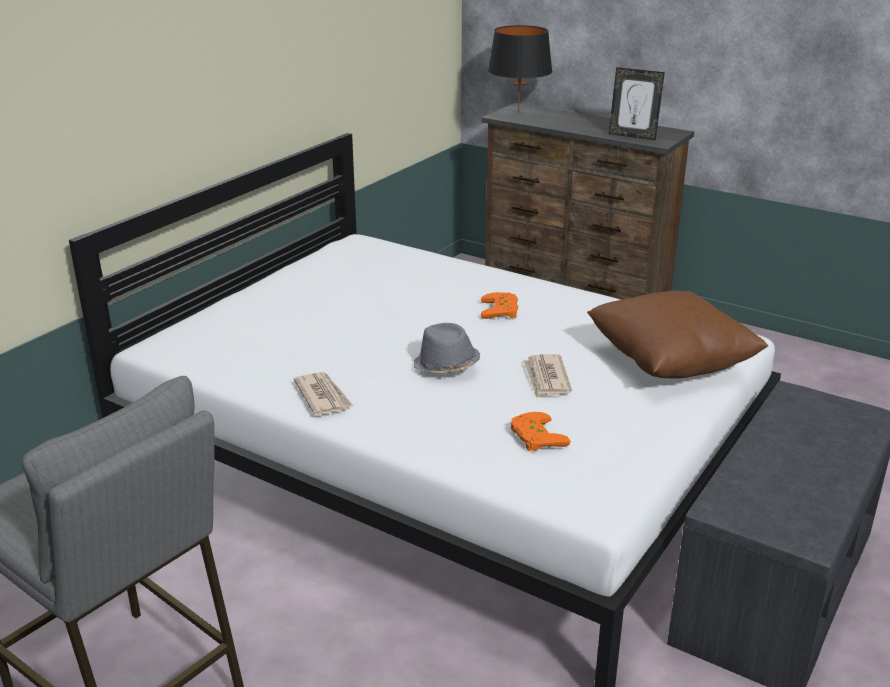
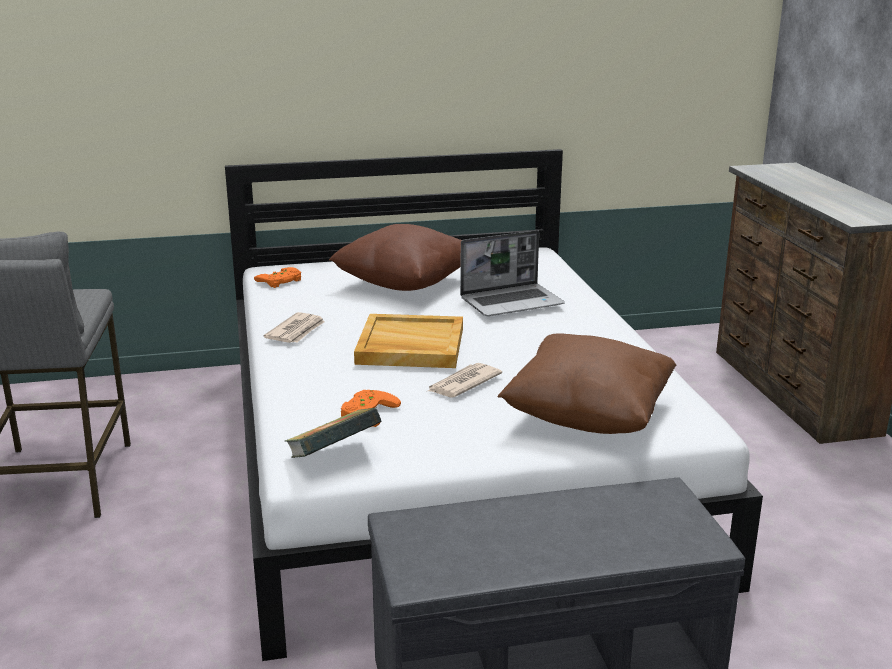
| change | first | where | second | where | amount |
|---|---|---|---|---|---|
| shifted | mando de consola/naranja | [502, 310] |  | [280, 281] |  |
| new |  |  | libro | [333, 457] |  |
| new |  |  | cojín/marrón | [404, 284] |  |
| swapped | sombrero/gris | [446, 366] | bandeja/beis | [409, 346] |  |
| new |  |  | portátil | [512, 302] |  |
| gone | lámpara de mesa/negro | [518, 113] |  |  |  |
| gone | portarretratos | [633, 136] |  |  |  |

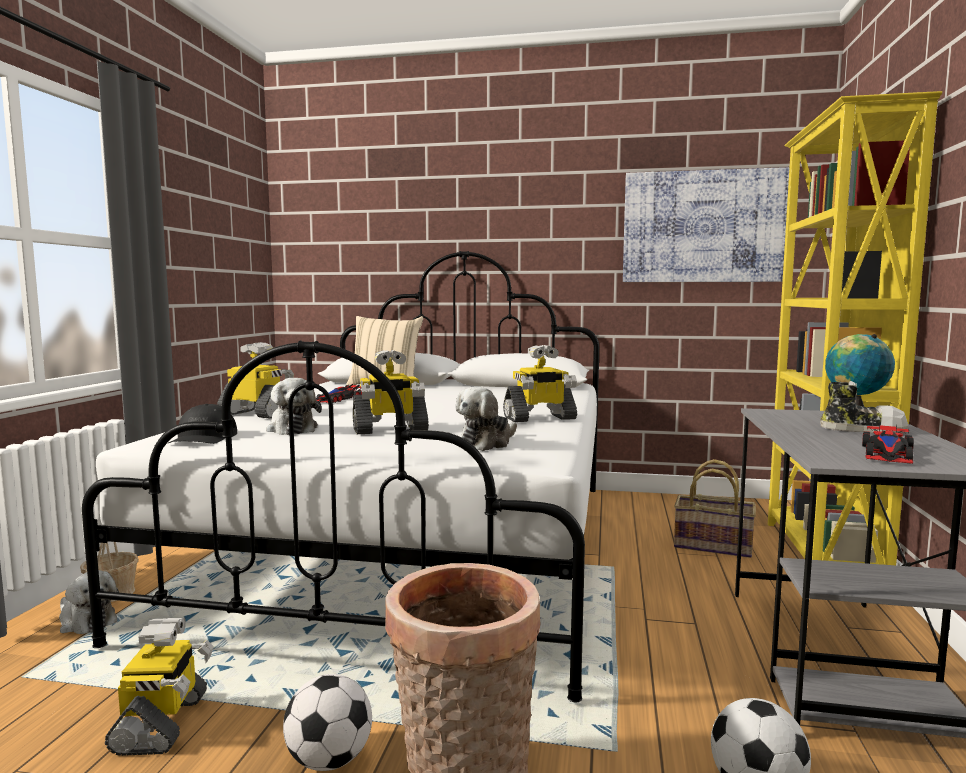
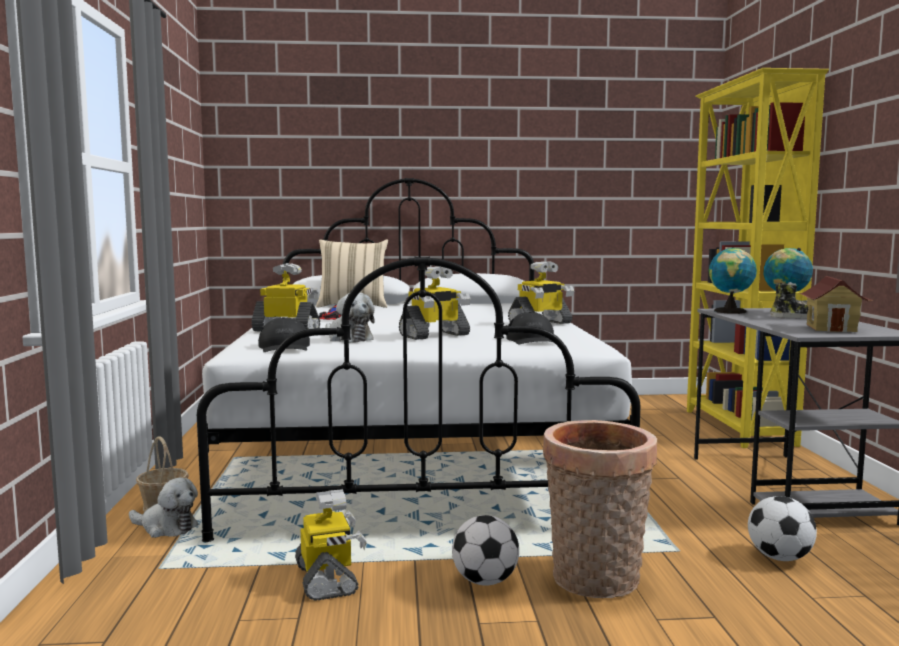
| change | first | where | second | where | amount |
|---|---|---|---|---|---|
| swapped | peluche | [487, 443] | gorra/negro | [532, 340] |  |
| new |  |  | globo terráqueo | [730, 312] |  |
| swapped | coche de juguete | [887, 453] | casita | [831, 328] |  |
| gone | cuadro | [706, 227] |  |  |  |
| gone | cesta | [713, 545] |  |  |  |

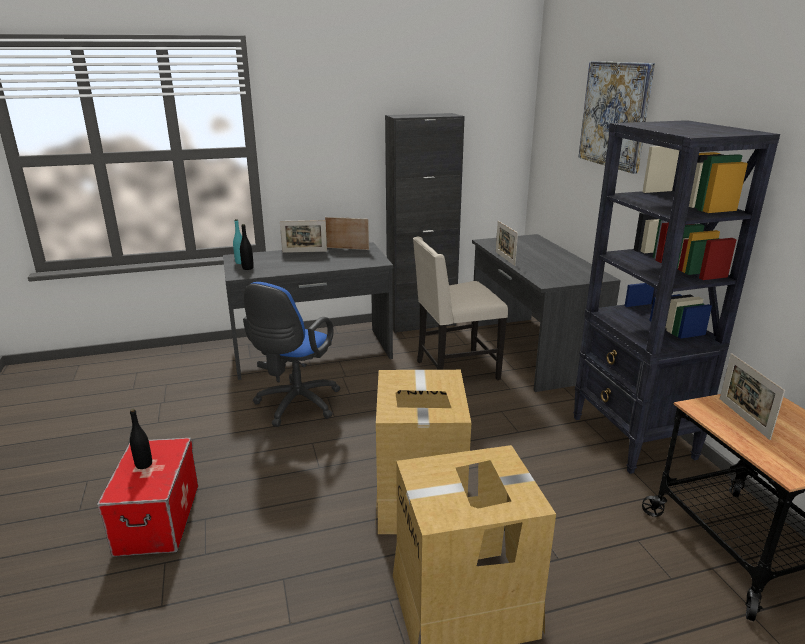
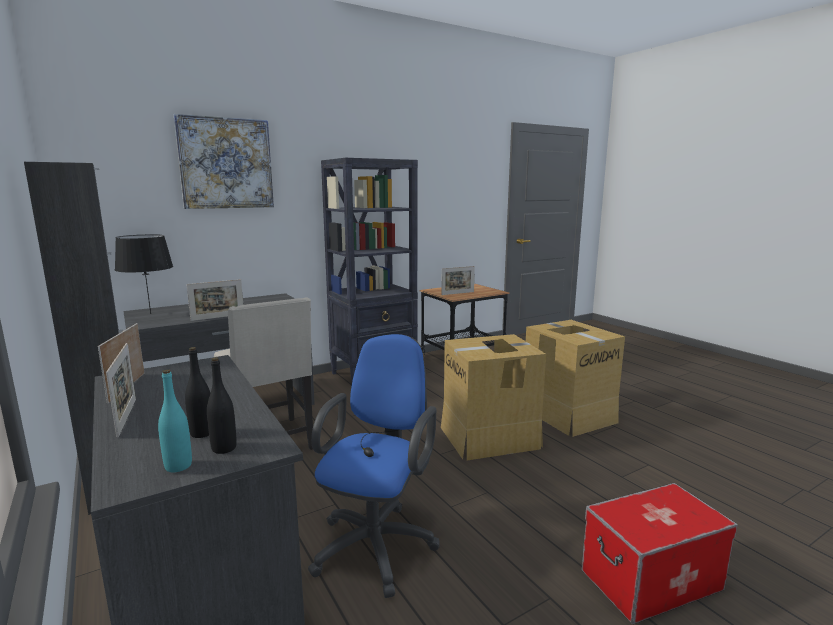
| change | first | where | second | where | amount |
|---|---|---|---|---|---|
| new |  |  | lámpara de mesa/negro | [151, 313] |  |
| shifted | botella/negro | [144, 464] |  | [202, 433] |  |
| rotated | silla de oficina/azul | [295, 406] |  | [377, 542] | 75 degrees counterclockwise |

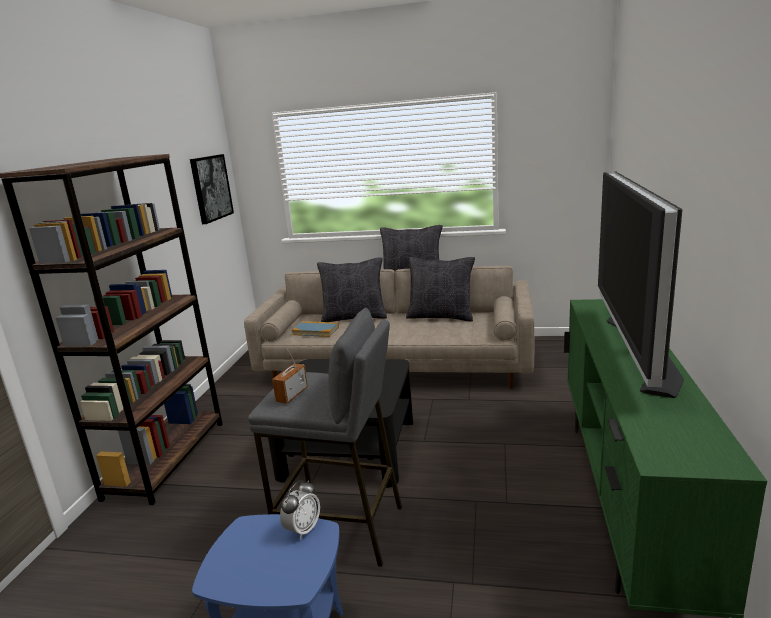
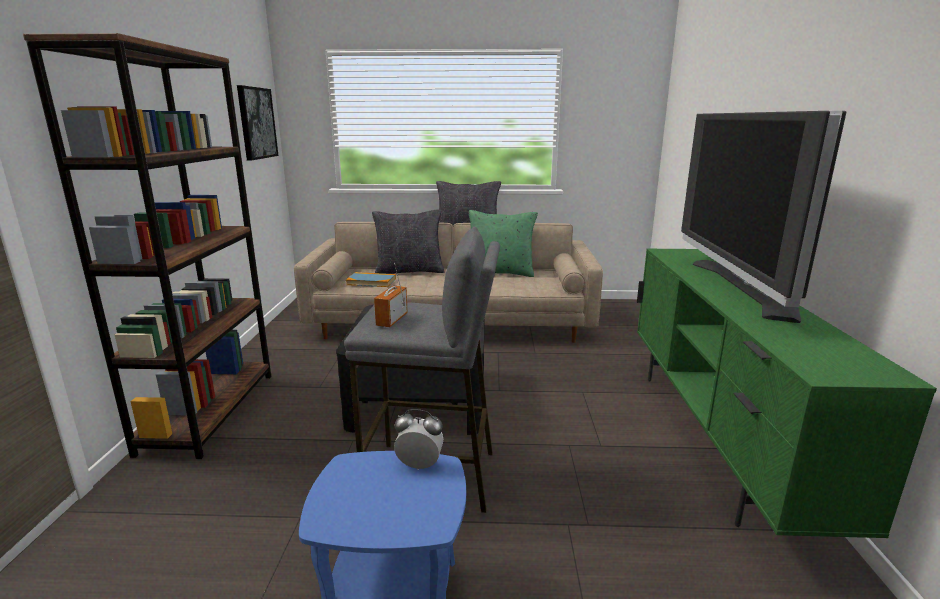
| change | first | where | second | where | amount |
|---|---|---|---|---|---|
| rotated | despertador | [303, 529] |  | [419, 465] | 105 degrees counterclockwise |
| repainted | cojín/negro | [441, 316] | cojín/verde | [500, 272] |  |

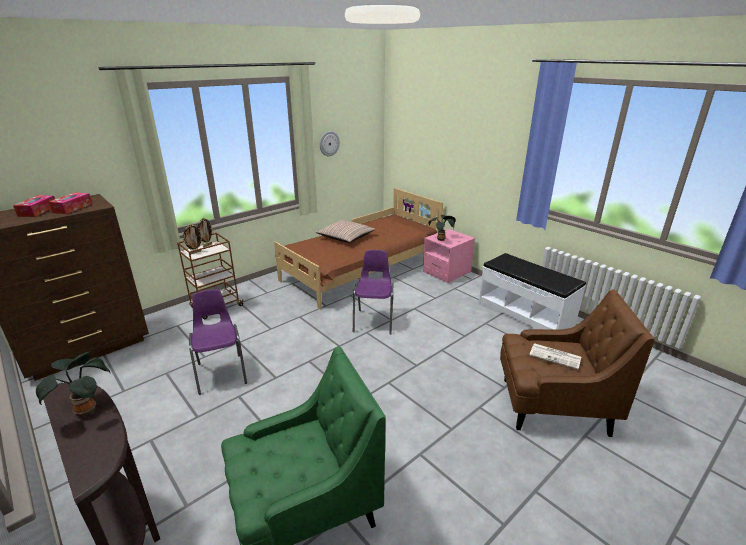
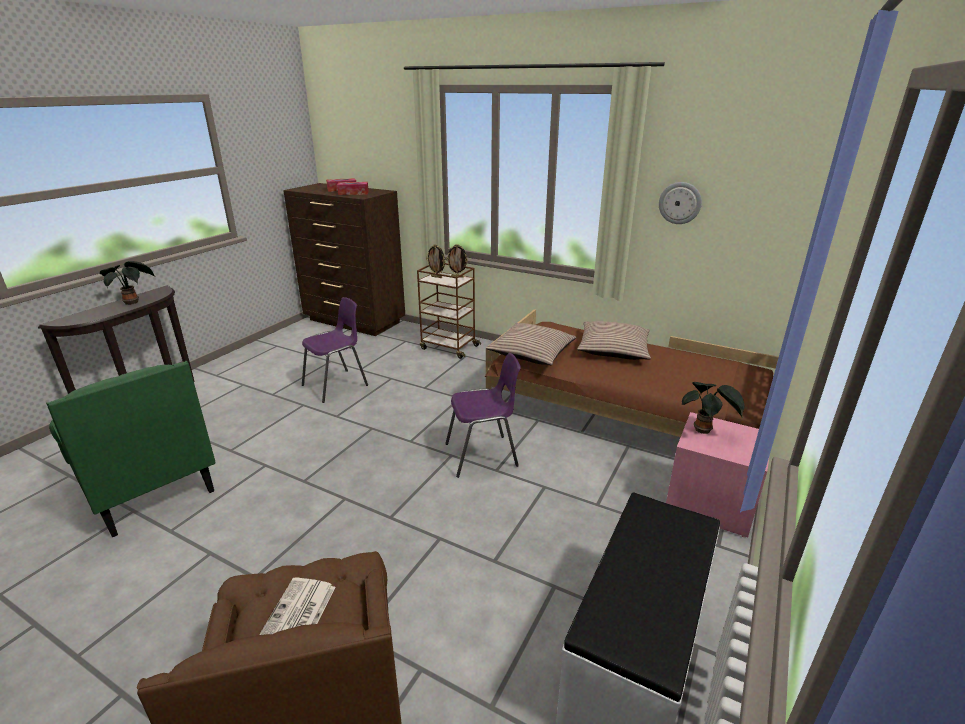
| change | first | where | second | where | amount |
|---|---|---|---|---|---|
| new |  |  | cojín | [532, 352] |  |

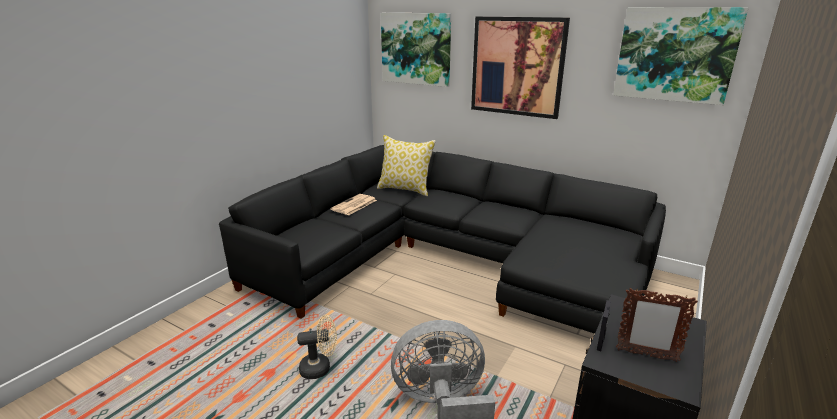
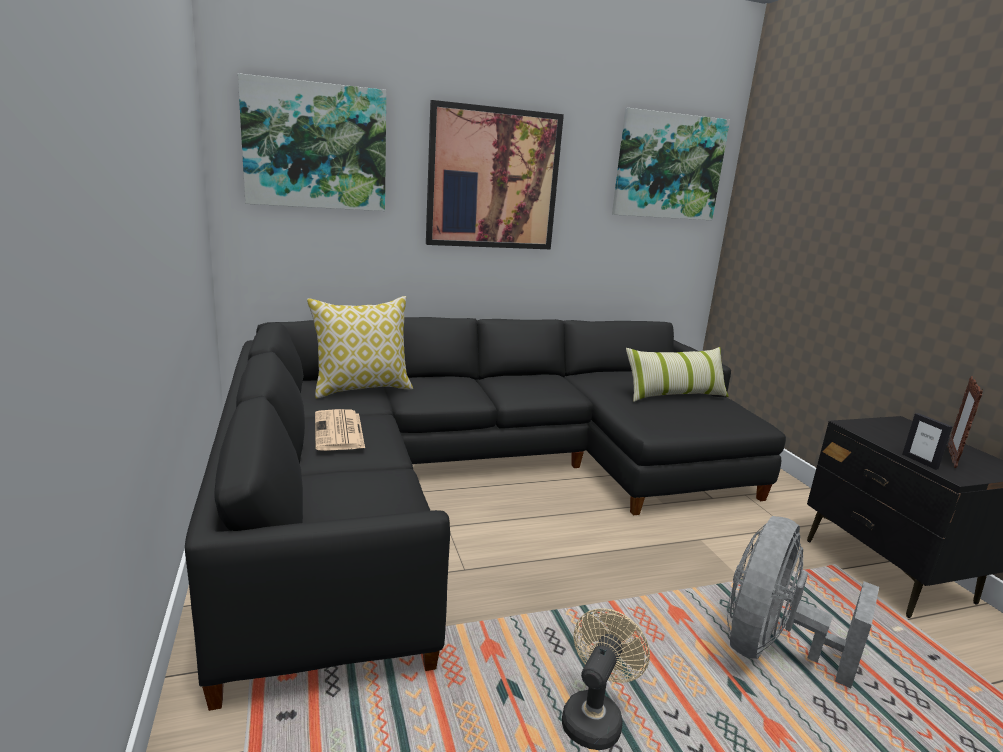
| change | first | where | second | where | amount |
|---|---|---|---|---|---|
| new |  |  | cojín | [675, 395] |  |
| rotated | portarretratos | [646, 355] |  | [951, 457] | 150 degrees clockwise |

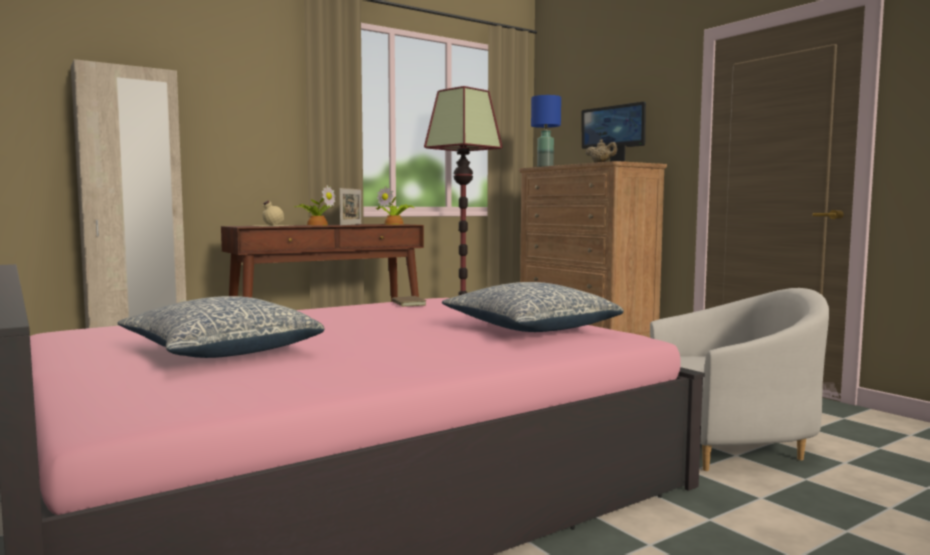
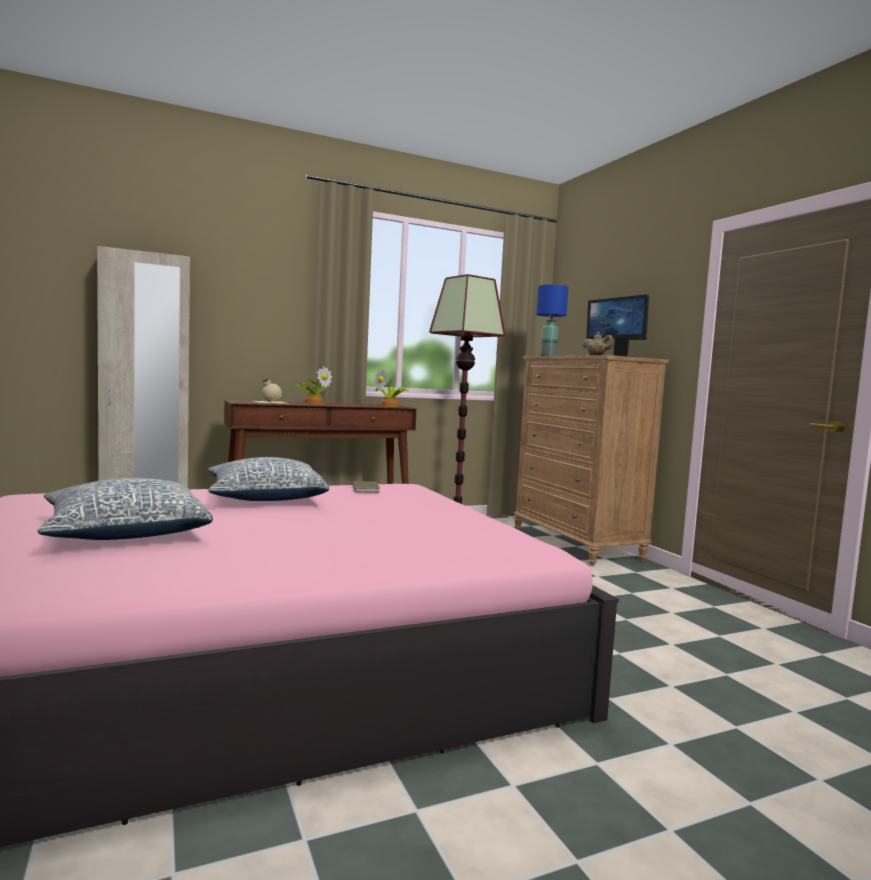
| change | first | where | second | where | amount |
|---|---|---|---|---|---|
| shifted | cojín | [528, 329] |  | [264, 498] |  |
| gone | portarretratos | [351, 224] |  |  |  |
| gone | sillón/blanco | [731, 442] |  |  |  |

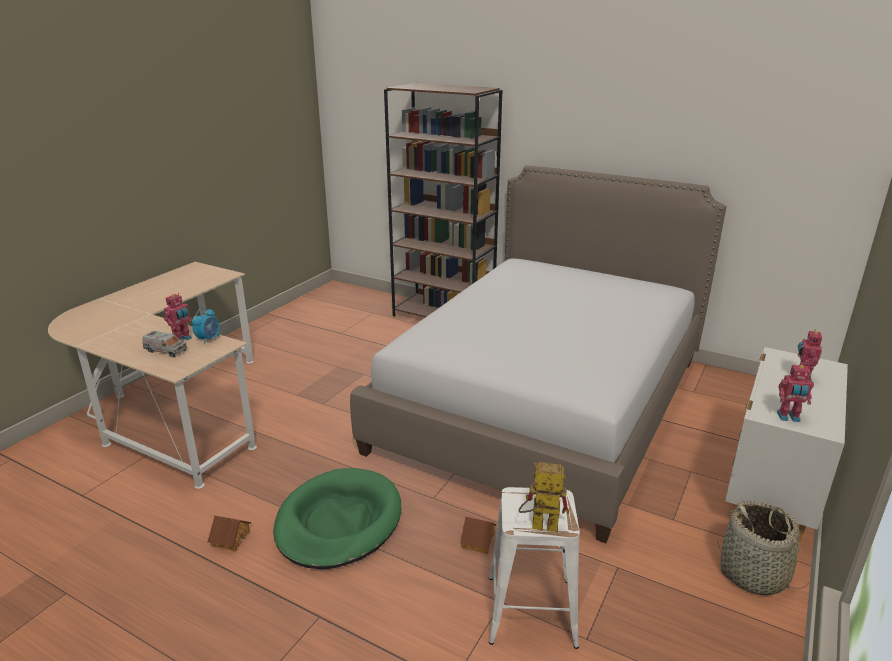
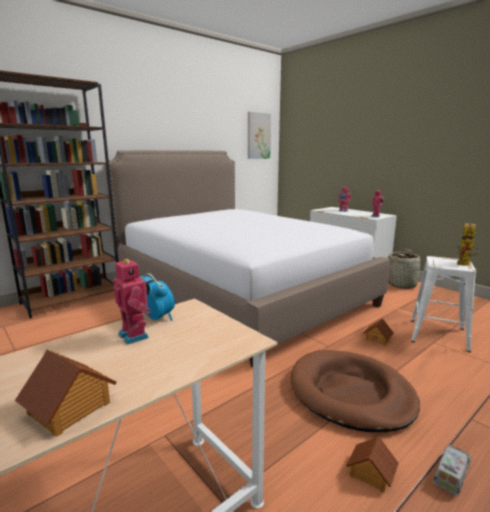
| change | first | where | second | where | amount |
|---|---|---|---|---|---|
| new |  |  | casita | [70, 408] |  |
| new |  |  | cuadro | [258, 136] |  |
| repainted | cama para perro/verde | [338, 522] | cama para perro/marrón | [350, 393] |  |
| shifted | camión de juguete | [165, 350] |  | [451, 474] |  |

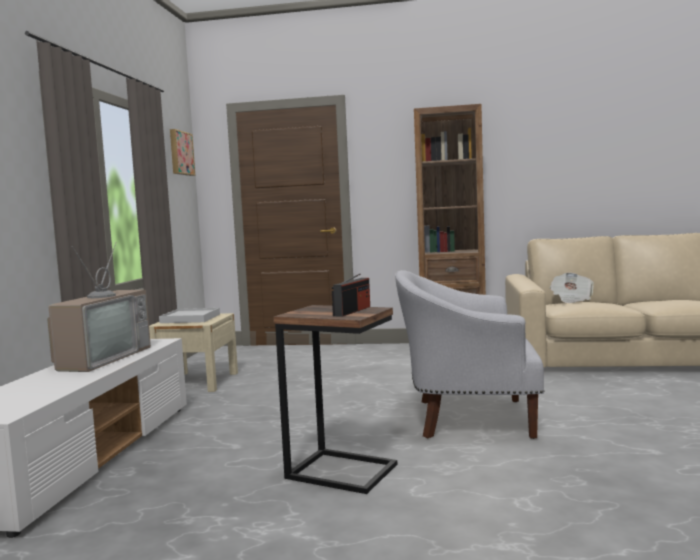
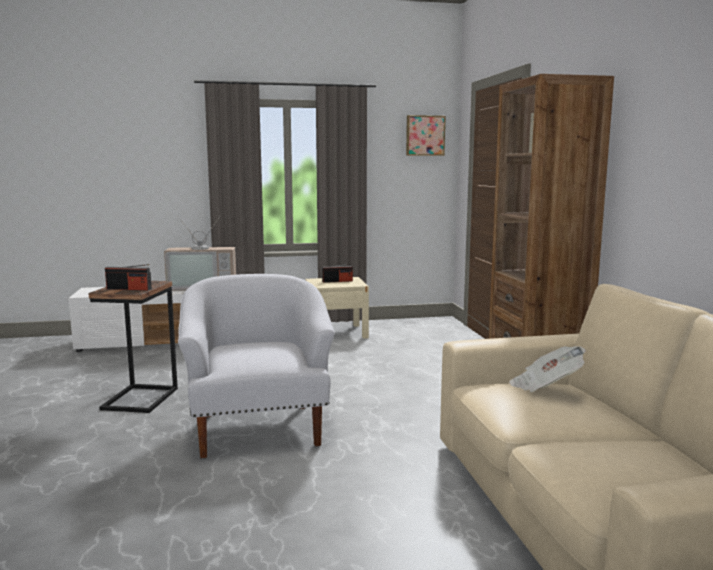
| change | first | where | second | where | amount |
|---|---|---|---|---|---|
| swapped | bandeja/blanco | [190, 318] | radio | [337, 281] |  |

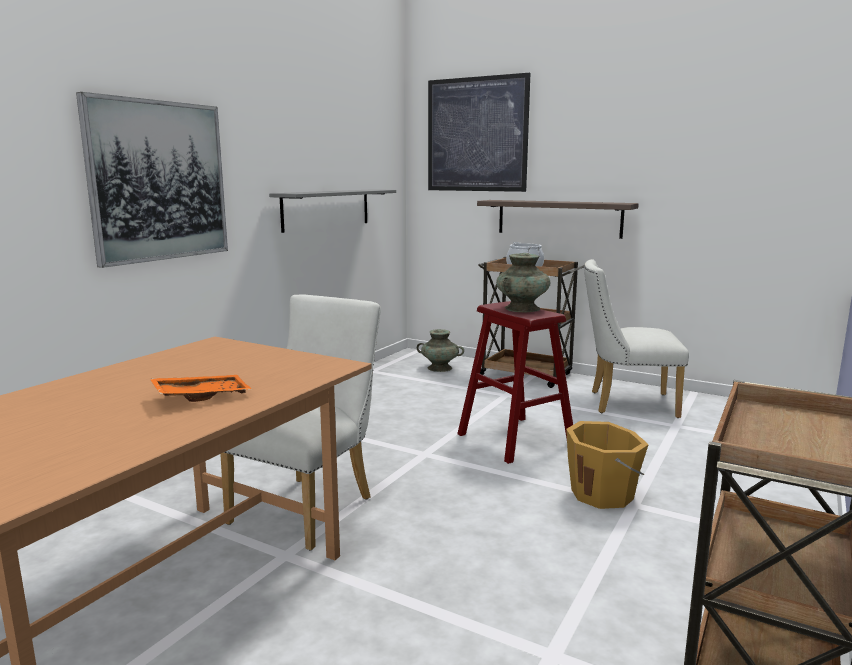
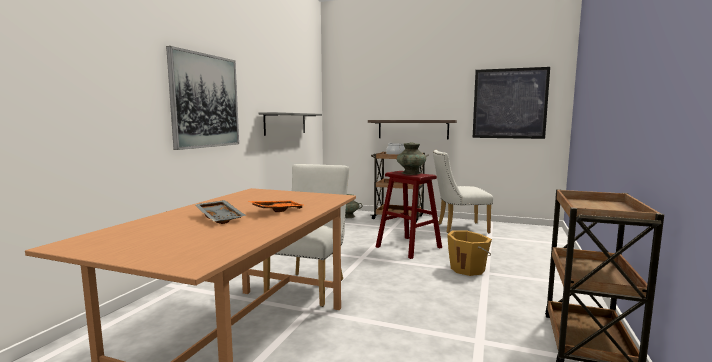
| change | first | where | second | where | amount |
|---|---|---|---|---|---|
| new |  |  | bandeja/gris | [221, 218] |  |
| shifted | cuadro | [476, 135] |  | [509, 103] |  |

